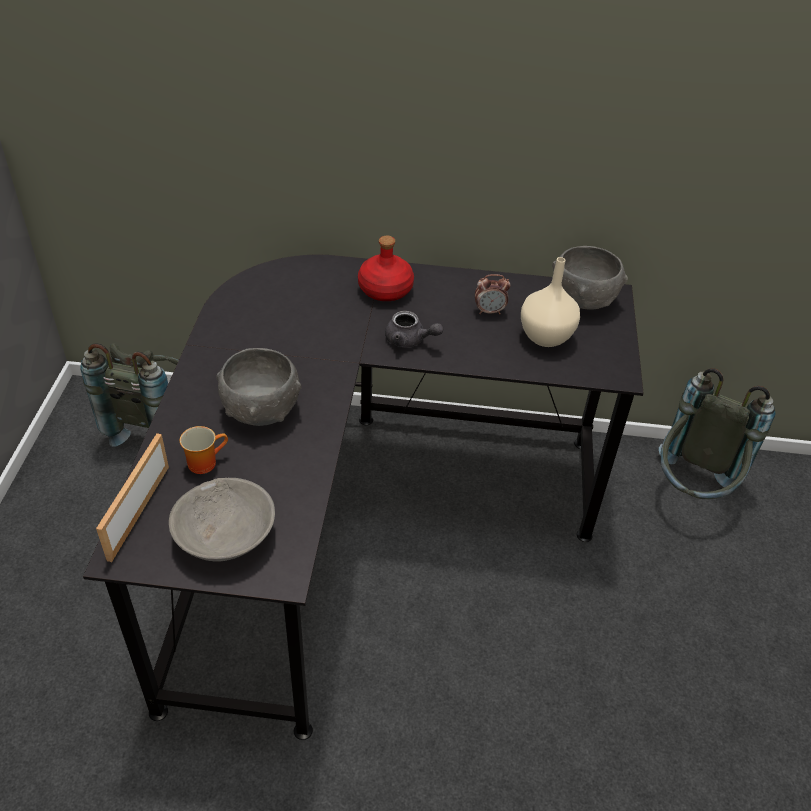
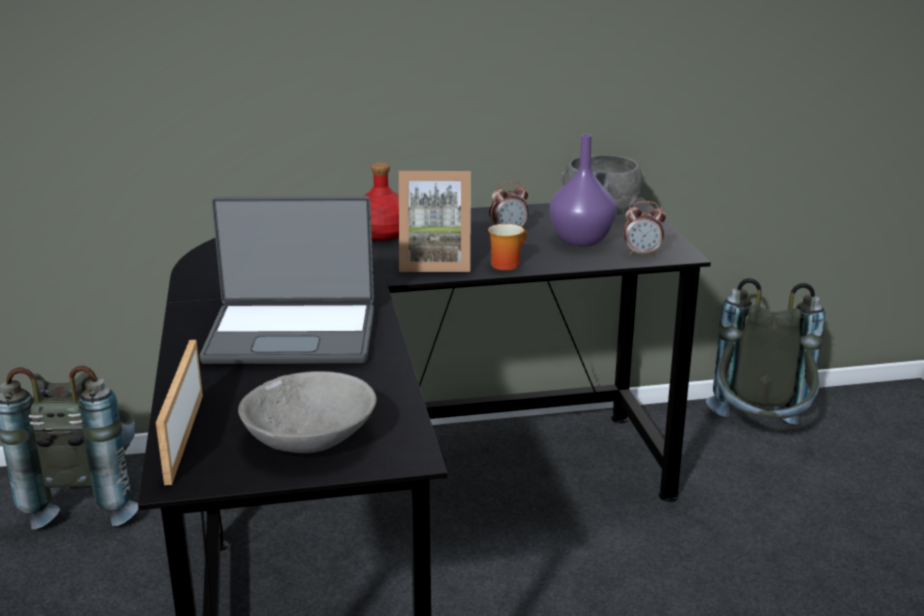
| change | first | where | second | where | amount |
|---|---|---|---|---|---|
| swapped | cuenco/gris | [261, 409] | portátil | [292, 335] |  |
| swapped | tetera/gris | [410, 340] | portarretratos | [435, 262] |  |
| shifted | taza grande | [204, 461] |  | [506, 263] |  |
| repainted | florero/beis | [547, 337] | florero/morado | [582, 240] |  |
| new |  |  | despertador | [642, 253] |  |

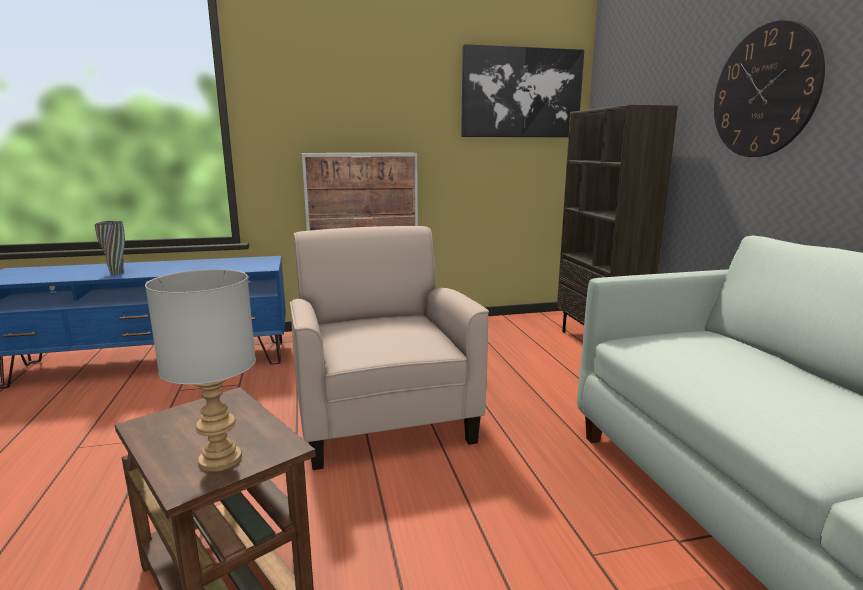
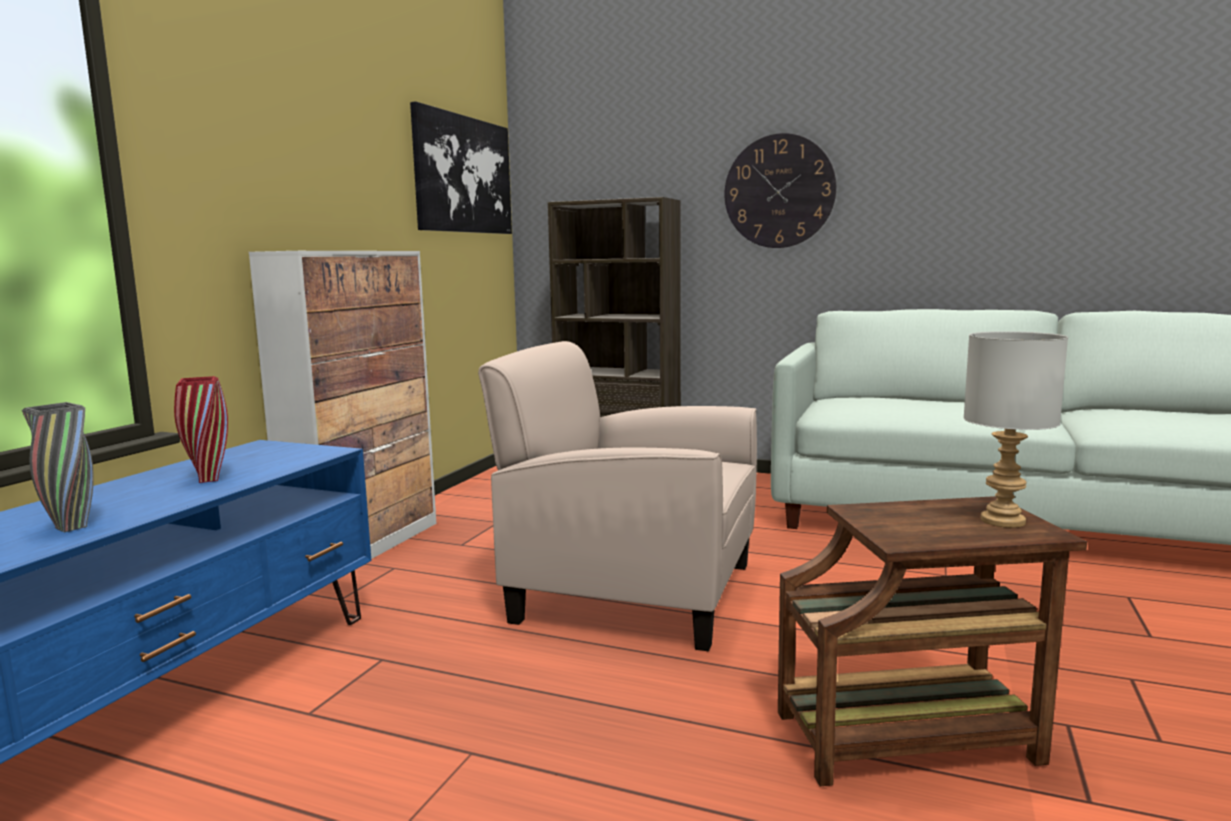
| change | first | where | second | where | amount |
|---|---|---|---|---|---|
| new |  |  | florero/rojo | [209, 479] |  |

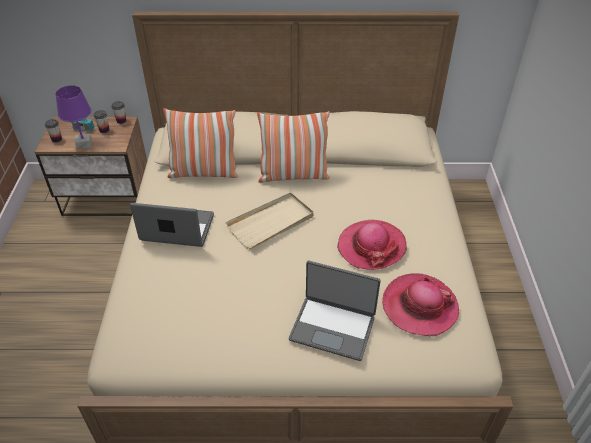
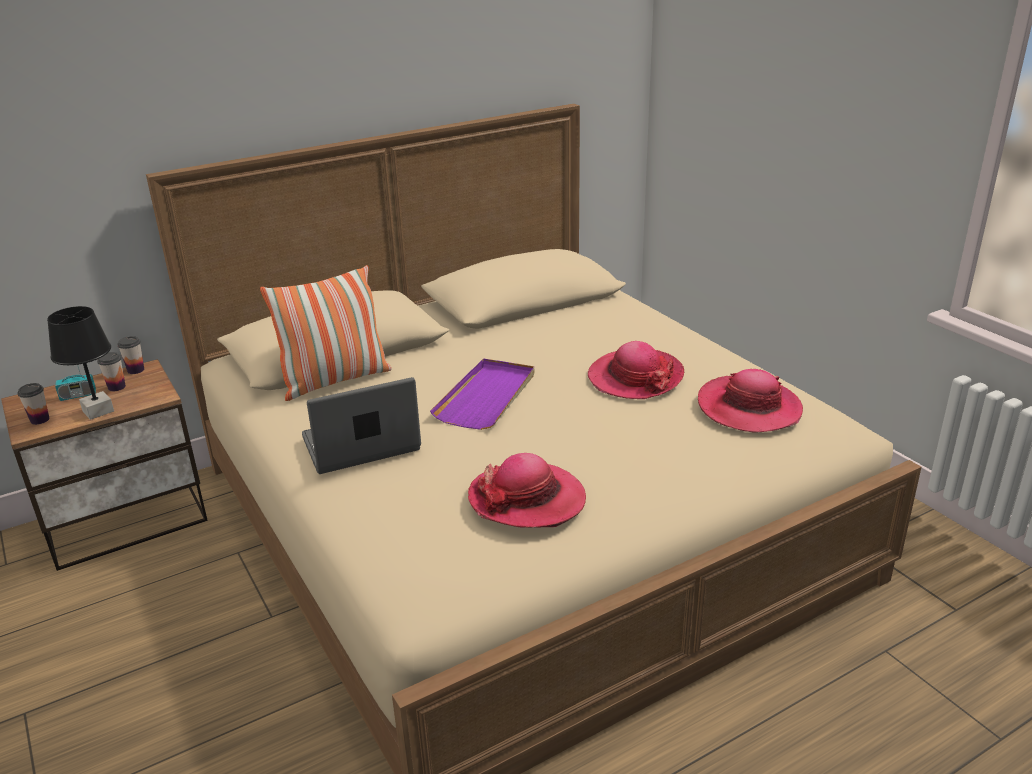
| change | first | where | second | where | amount |
|---|---|---|---|---|---|
| repainted | lámpara de mesa/morado | [84, 144] | lámpara de mesa/negro | [98, 411] |  |
| repainted | bandeja/beis | [271, 223] | bandeja/morado | [487, 397] |  |
| new |  |  | sombrero | [527, 499] |  |
| gone | cojín | [293, 175] |  |  |  |
| gone | portátil | [333, 327] |  |  |  |

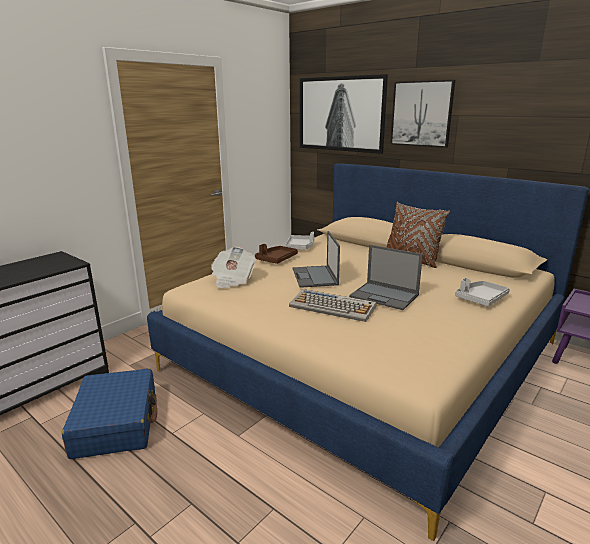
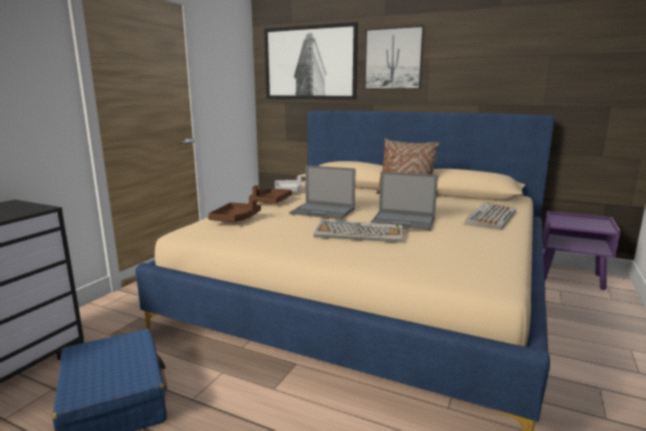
| change | first | where | second | where | amount |
|---|---|---|---|---|---|
| swapped | periódico | [232, 279] | bandeja/marrón | [236, 219] |  |
| rotated | portátil | [315, 277] |  | [323, 211] | 45 degrees counterclockwise |
| swapped | bandeja/gris | [481, 299] | teclado | [491, 217] |  |

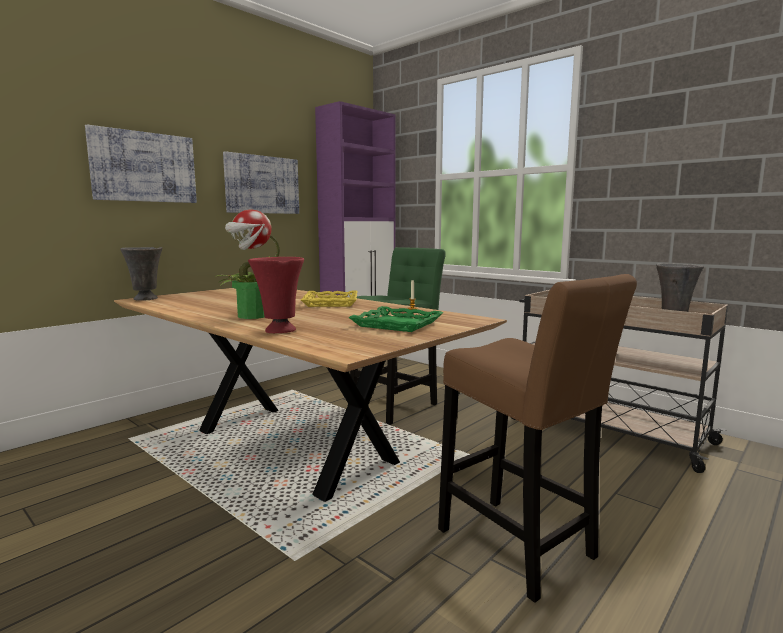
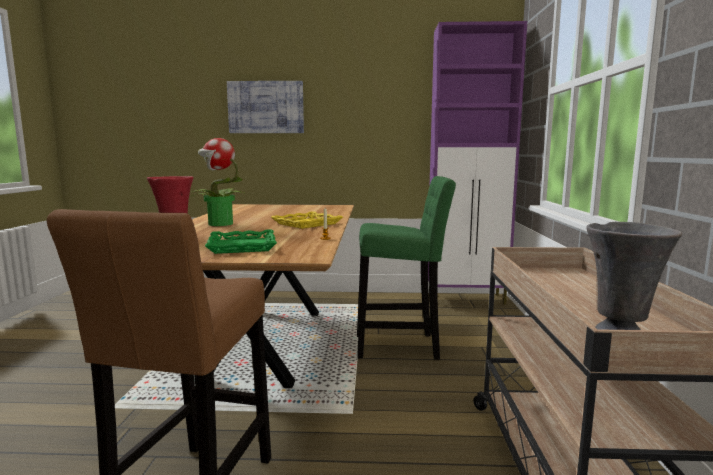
| change | first | where | second | where | amount |
|---|---|---|---|---|---|
| gone | florero/gris | [146, 299] |  |  |  |
| gone | cuadro | [262, 185] |  |  |  |

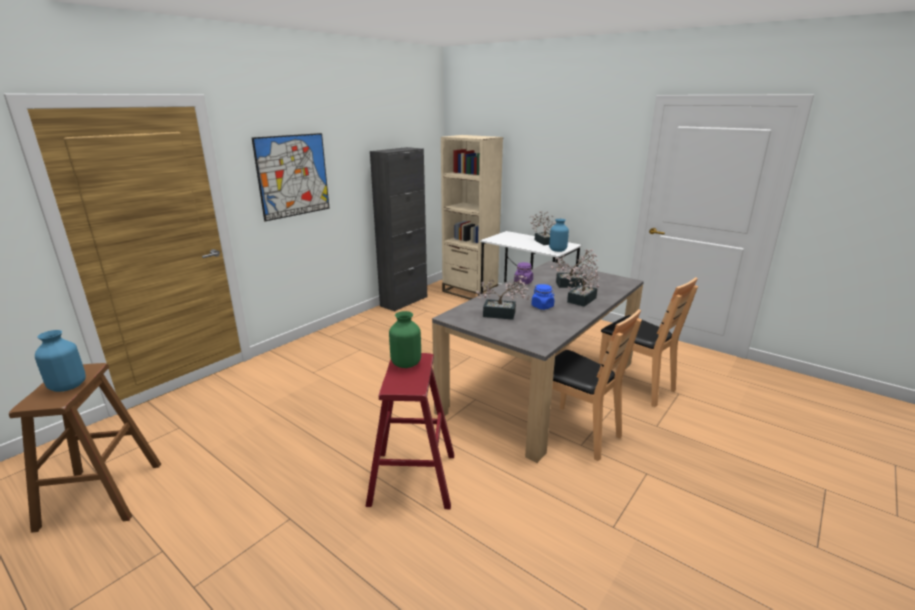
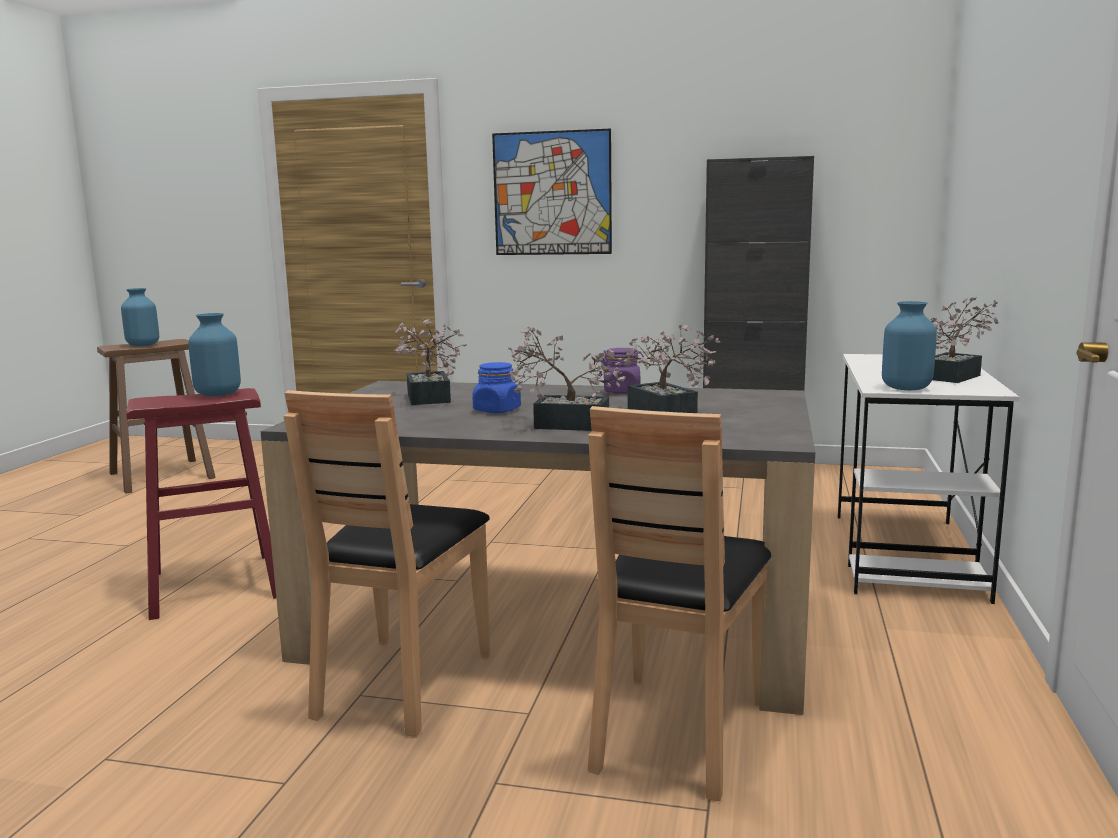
| change | first | where | second | where | amount |
|---|---|---|---|---|---|
| repainted | florero/verde | [406, 363] | florero/azul | [218, 394] |  |
| gone | estantería/beis | [469, 292] |  |  |  |

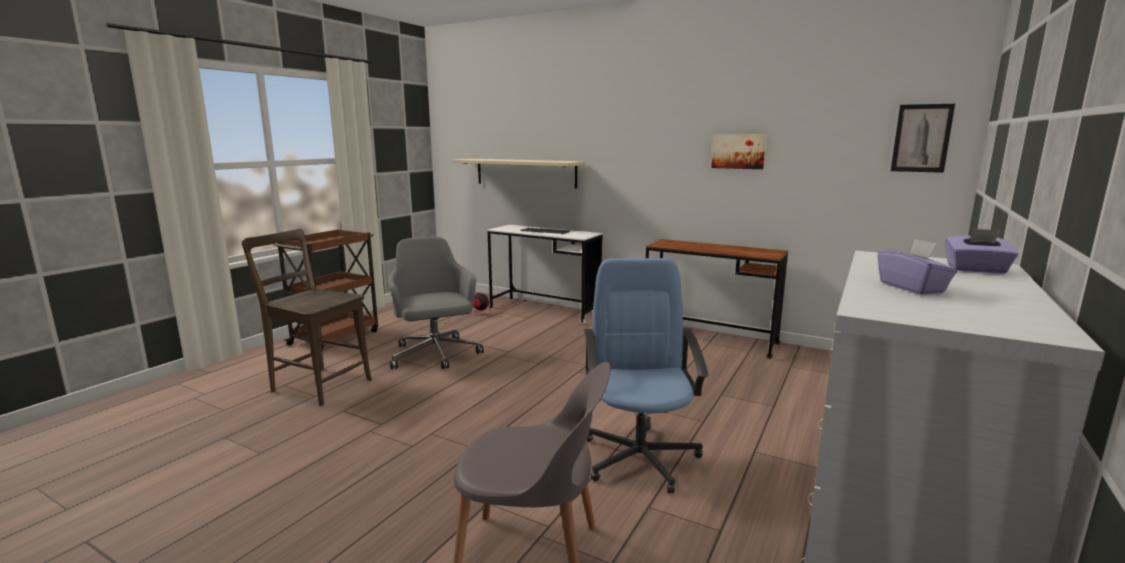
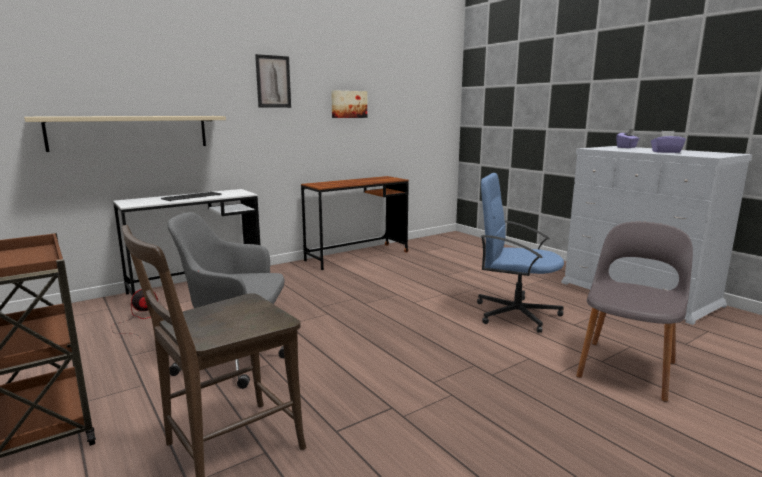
| change | first | where | second | where | amount |
|---|---|---|---|---|---|
| shifted | cuadro | [921, 138] |  | [273, 81] |  |

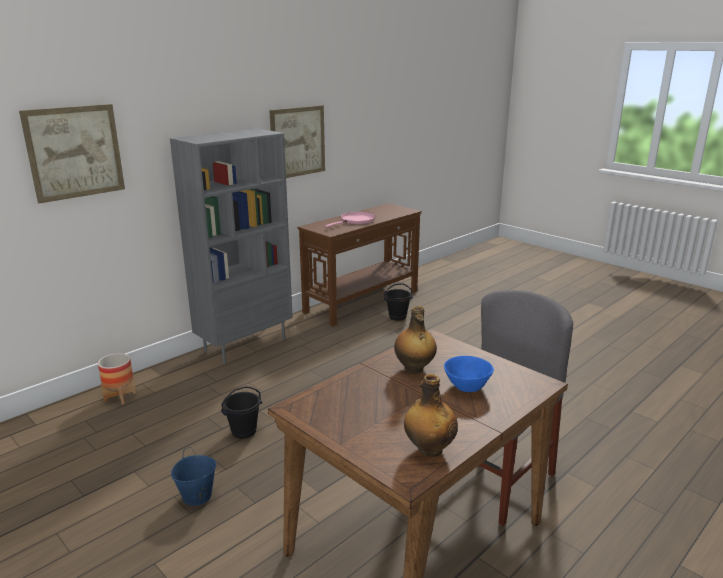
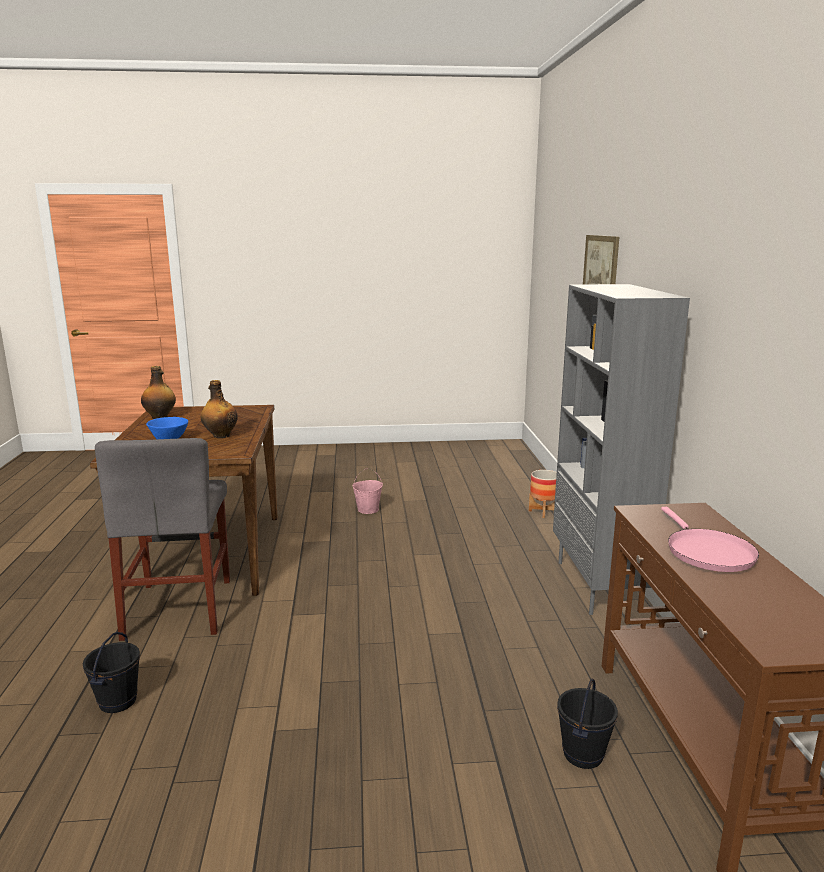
| change | first | where | second | where | amount |
|---|---|---|---|---|---|
| shifted | cubo/negro | [244, 432] |  | [117, 701] |  |
| repainted | cubo/azul | [197, 496] | cubo/rosa | [368, 509] |  |
| gone | cuadro | [298, 142] |  |  |  |

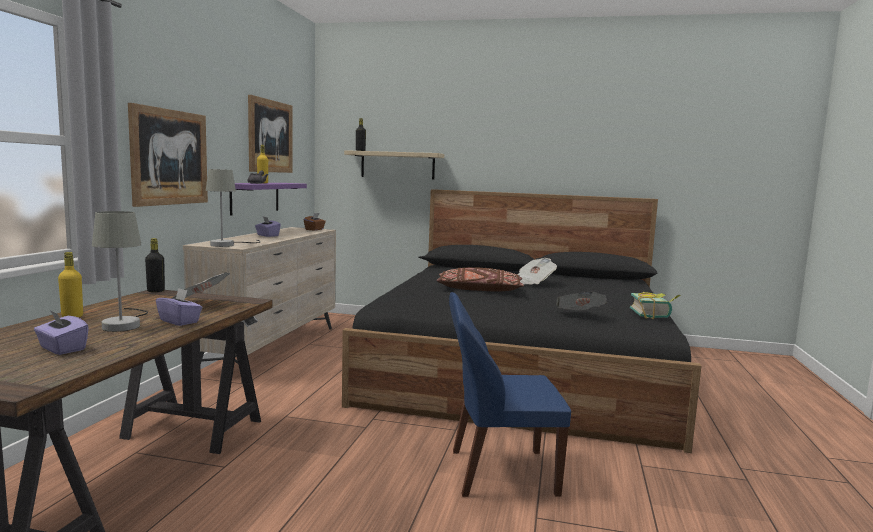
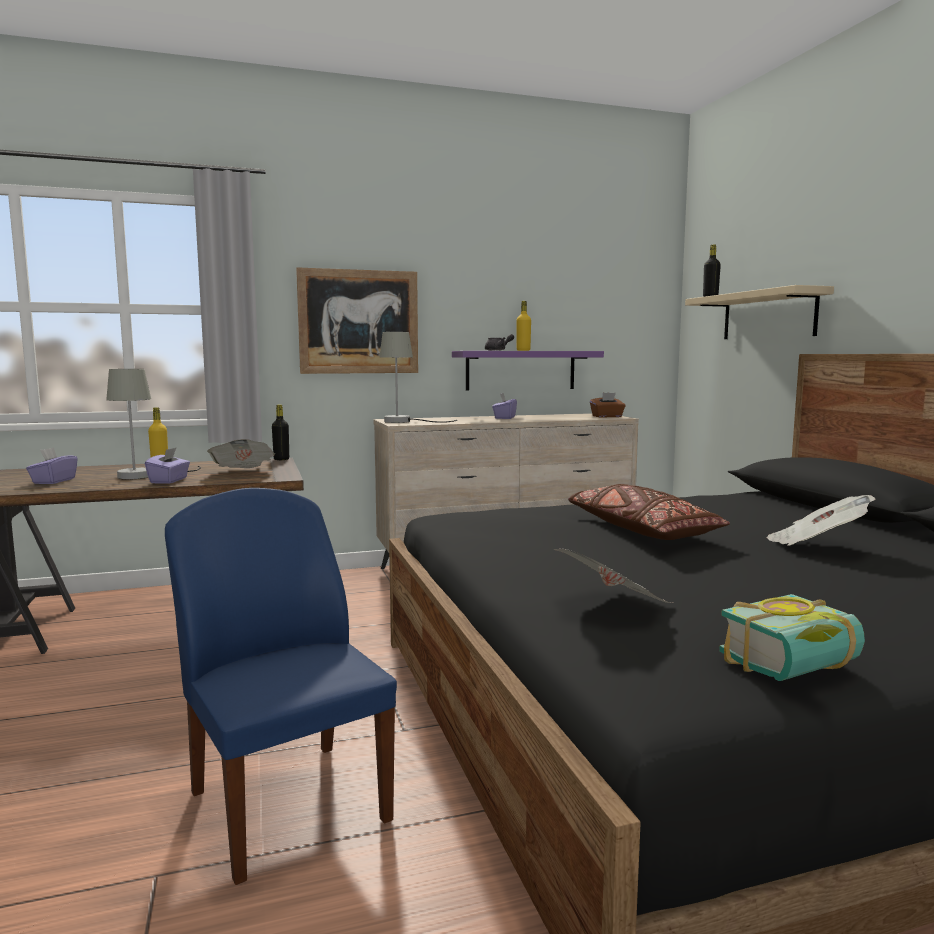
| change | first | where | second | where | amount |
|---|---|---|---|---|---|
| gone | cuadro | [270, 136] |  |  |  |

